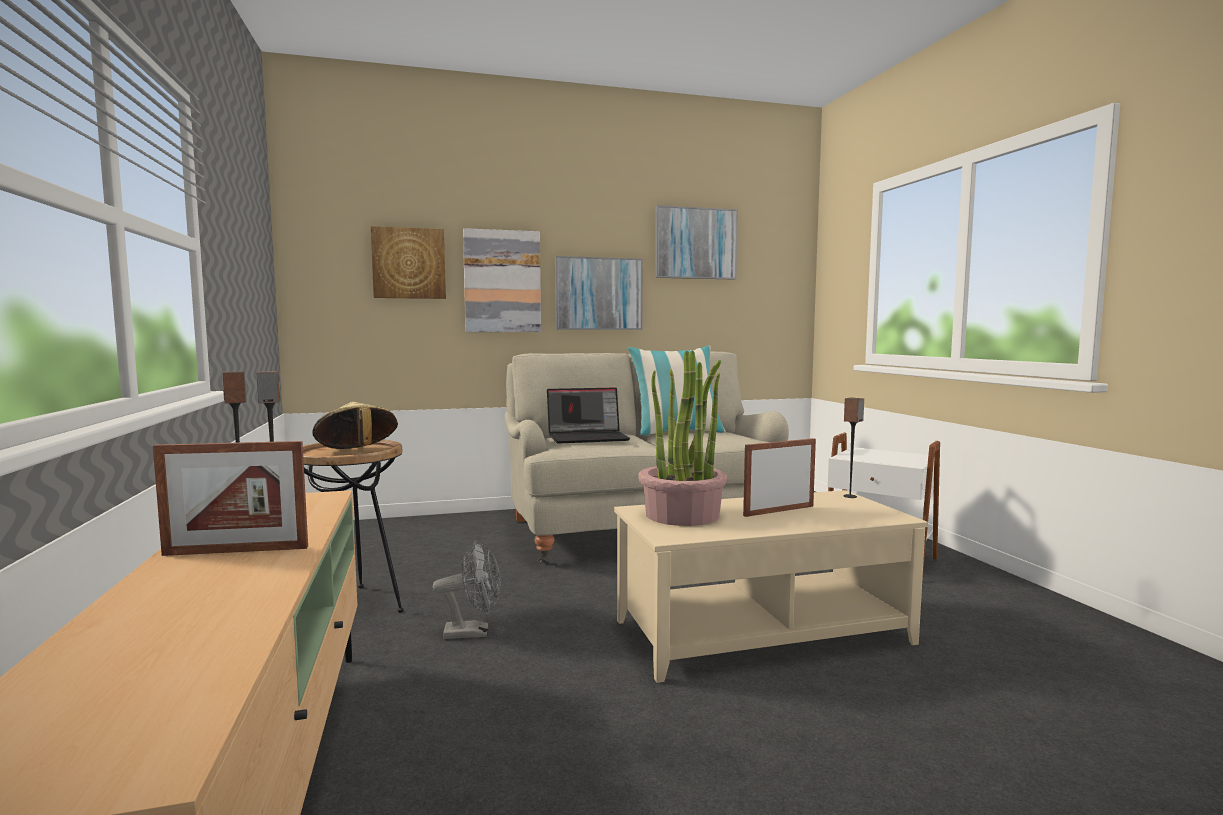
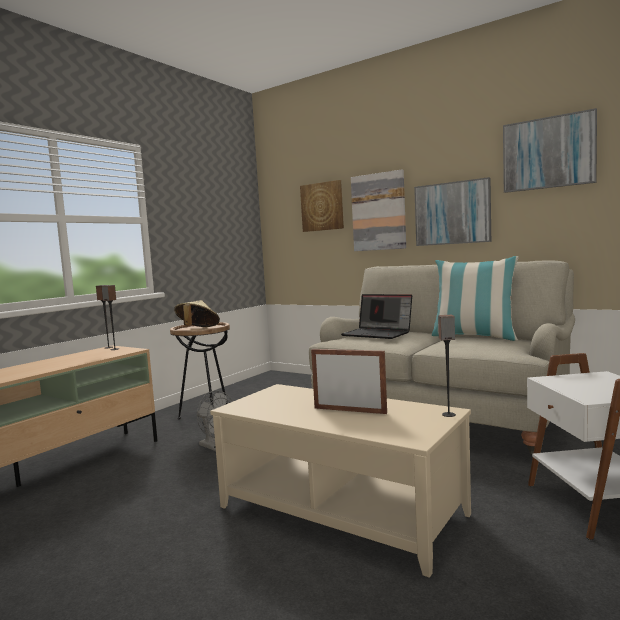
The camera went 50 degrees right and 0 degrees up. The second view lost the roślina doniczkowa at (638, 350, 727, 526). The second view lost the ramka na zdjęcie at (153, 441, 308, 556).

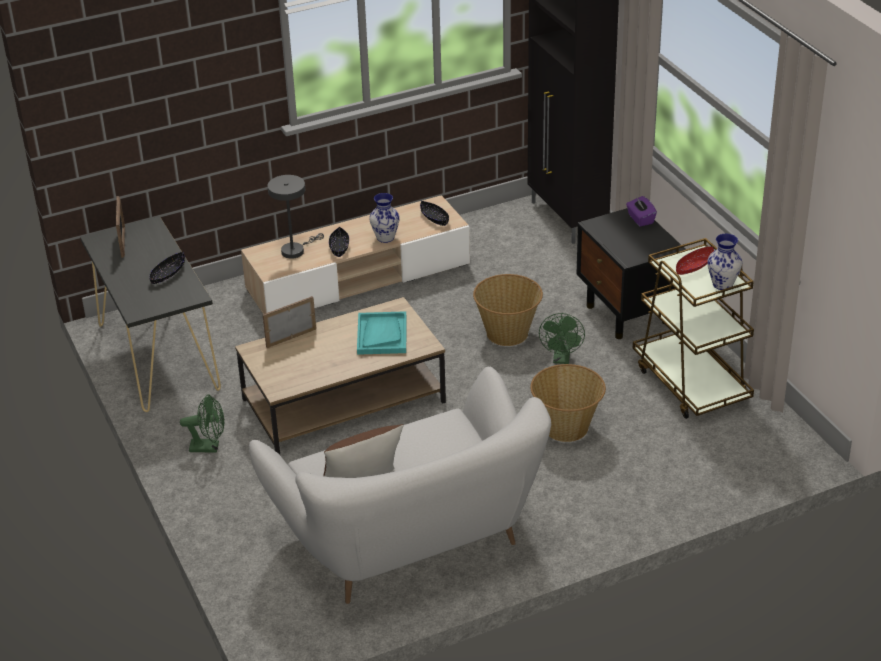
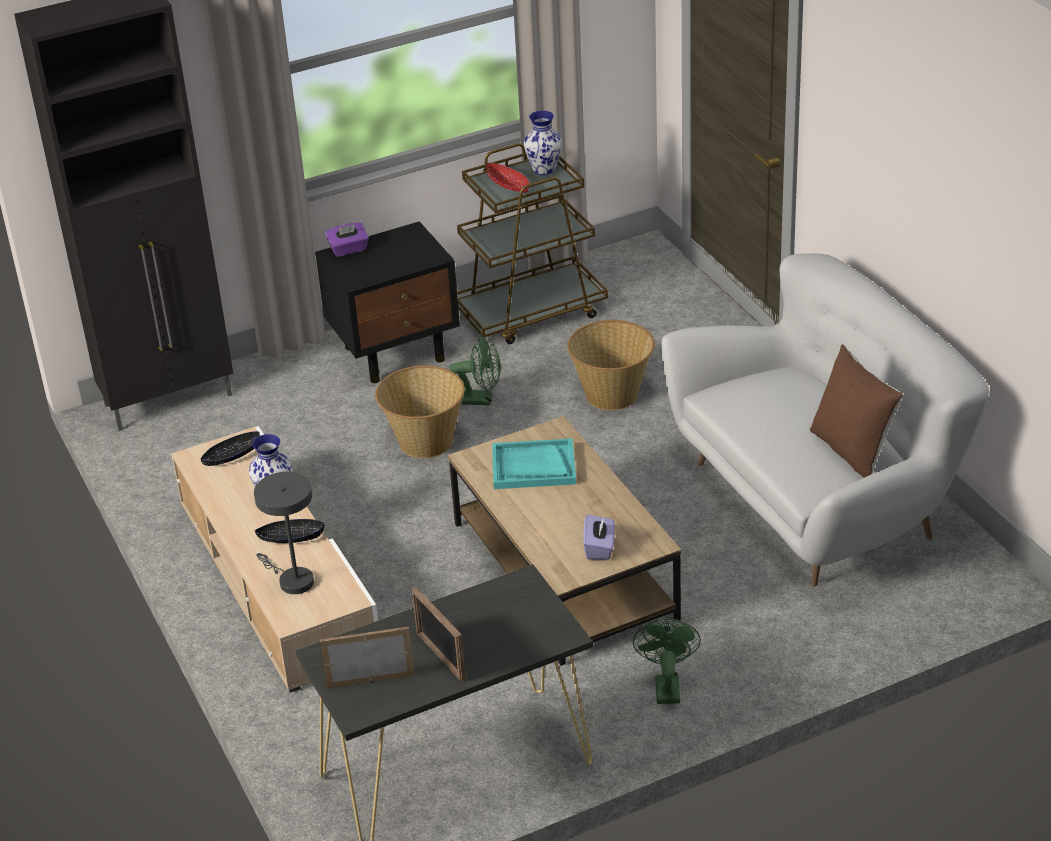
The camera went 90 degrees left and 0 degrees up. The second view lost the miska [czarny] at (149, 252, 185, 284). The ramka na zdjęcie ended up elsewhere, having gone from (263, 296, 316, 348) to (412, 586, 466, 682). The second view gained the pudełko chusteczek [fioletowy] at (583, 514, 615, 560).

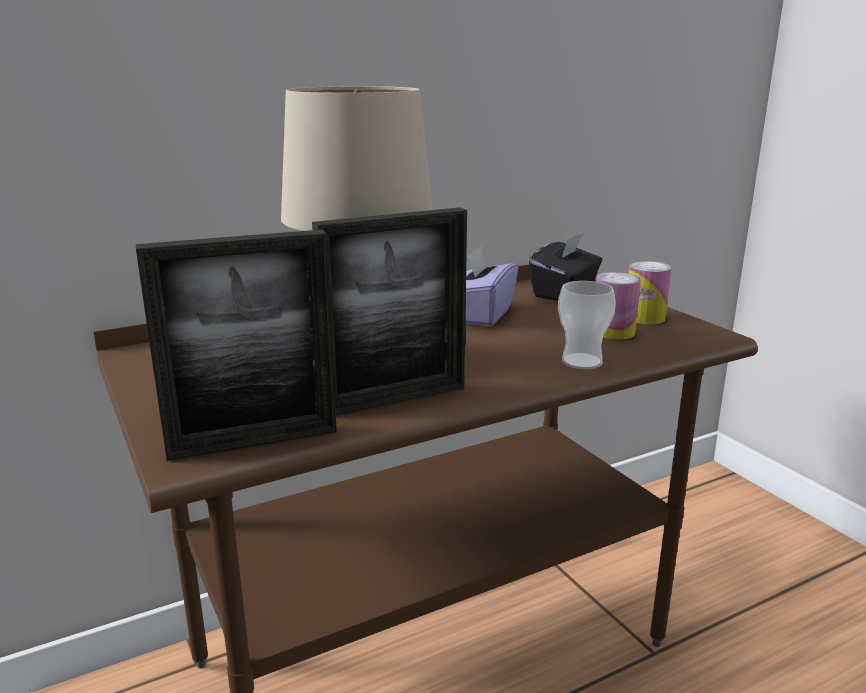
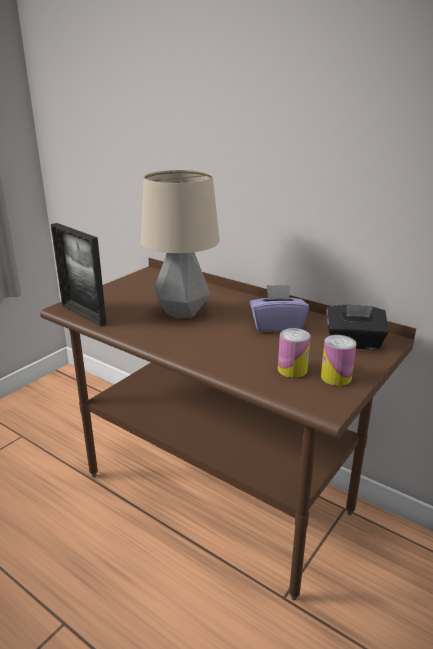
The camera went 65 degrees right and 5 degrees up. The second view lost the ramka na zdjęcie at (312, 207, 467, 416). The second view lost the filiżanka at (558, 281, 616, 369).

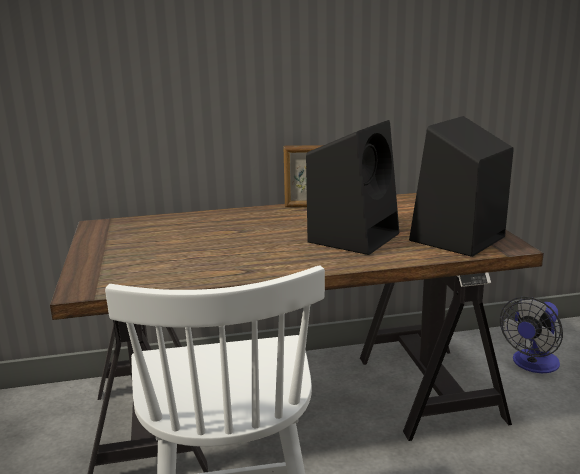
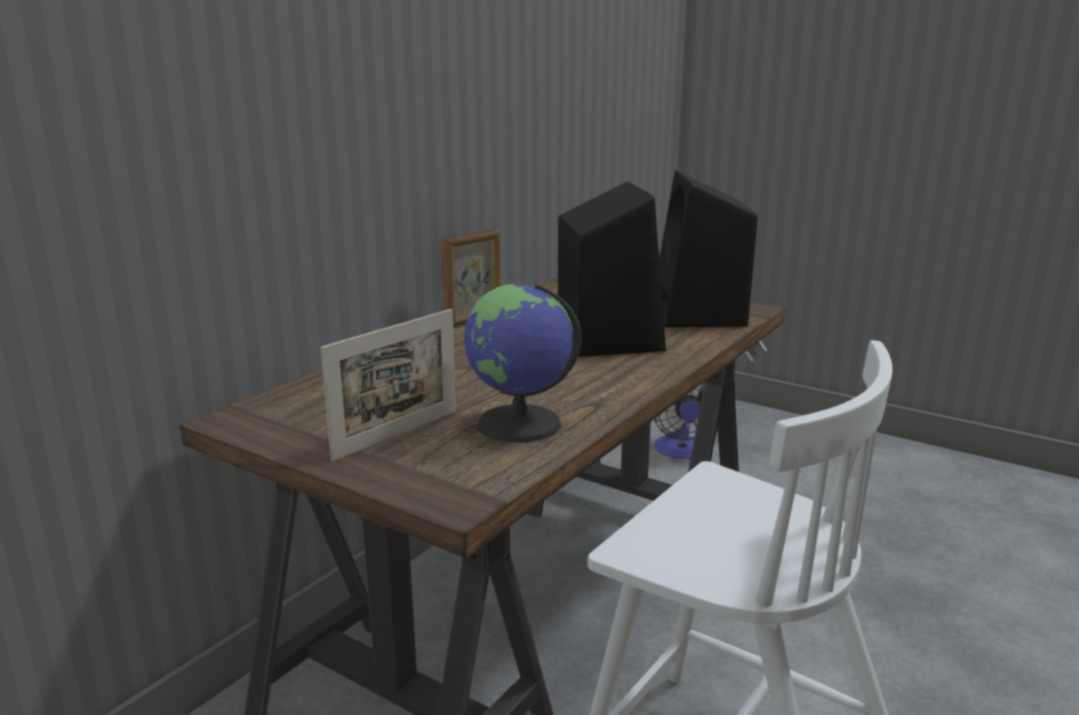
The camera went 45 degrees left and 0 degrees up. The second view gained the globus at (464, 284, 582, 442). The second view gained the ramka na zdjęcie at (321, 309, 456, 461).

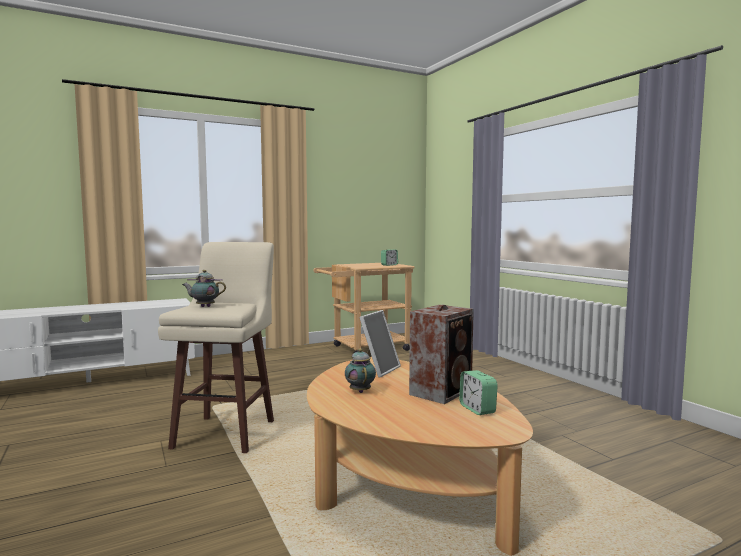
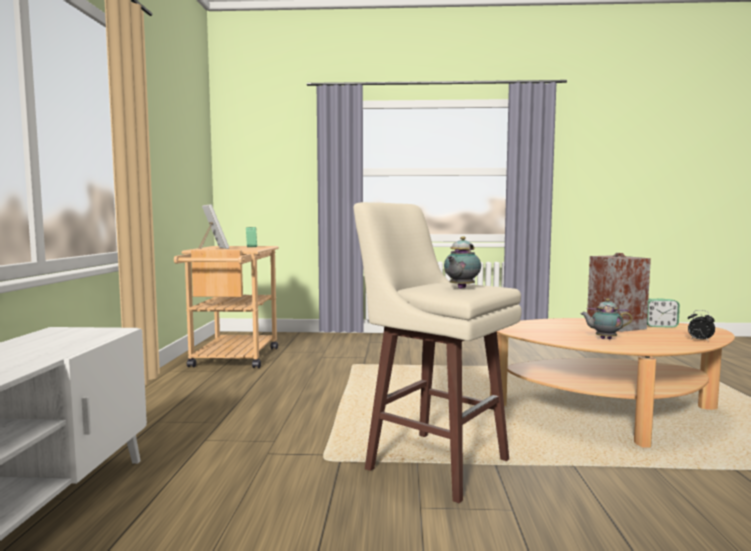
The camera went 60 degrees left and 0 degrees up. The ramka na zdjęcie ended up elsewhere, having gone from (359, 310, 401, 377) to (198, 204, 229, 249). The second view gained the budzik at (688, 310, 715, 342).

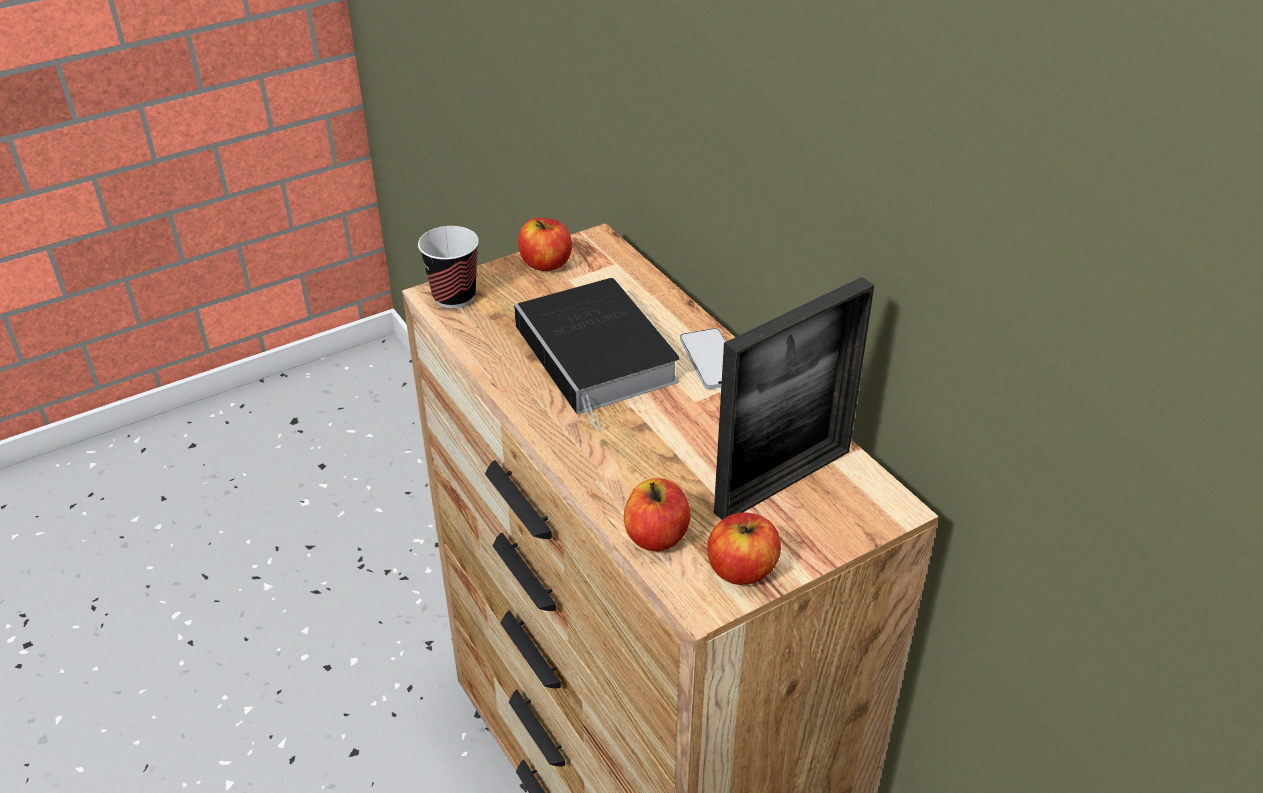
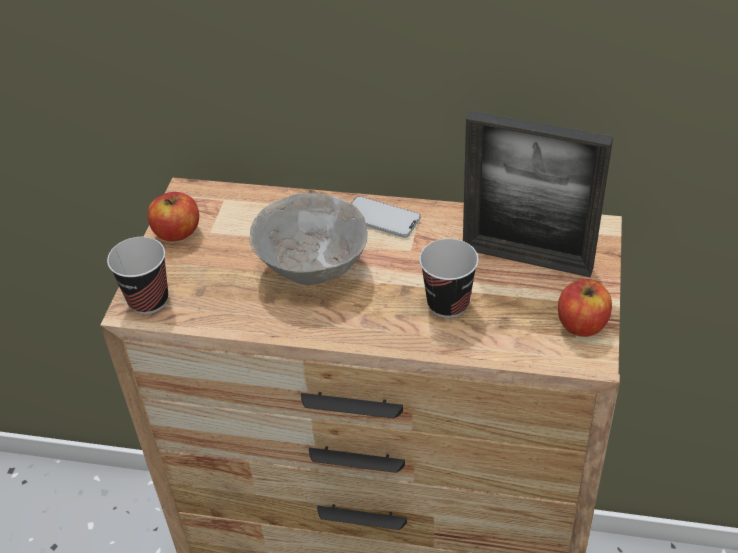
The camera went 45 degrees left and 5 degrees up. The ramka na zdjęcie at (714, 277, 874, 520) ended up facing another way, 105 degrees clockwise from before. Where the książka stood at (514, 278, 680, 430), the miska [szary] came to stand at (249, 193, 368, 285). The second view lost the jabłko at (624, 478, 691, 551). The second view gained the filiżanka at (419, 239, 479, 318).

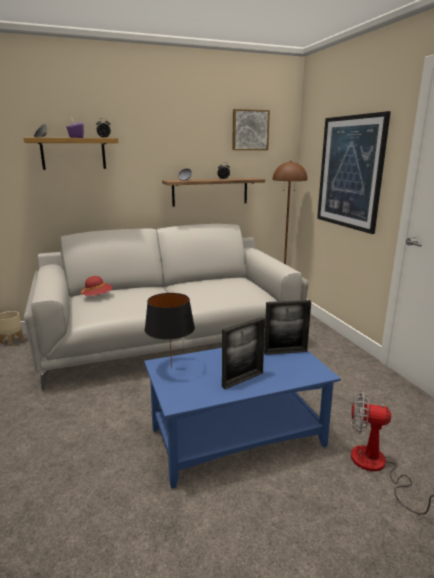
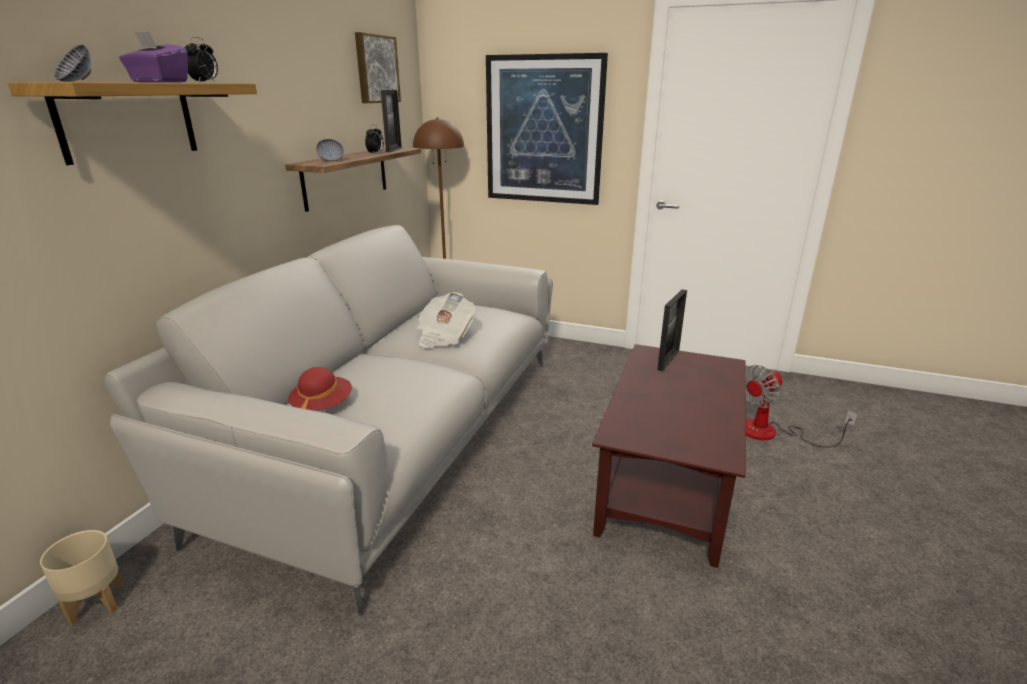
The camera went 50 degrees left and 5 degrees up. The second view lost the lampa stołowa [czarny] at (145, 293, 195, 368). The ramka na zdjęcie ended up elsewhere, having gone from (222, 317, 265, 389) to (381, 90, 402, 152). What was the ława [niebieski] at (144, 348, 341, 489) turned into the ława [brązowy] at (592, 344, 746, 568). The second view gained the gazeta at (417, 292, 477, 348).

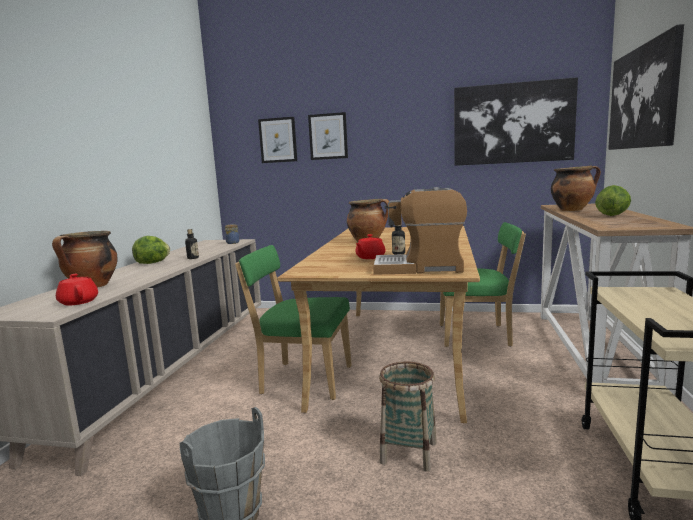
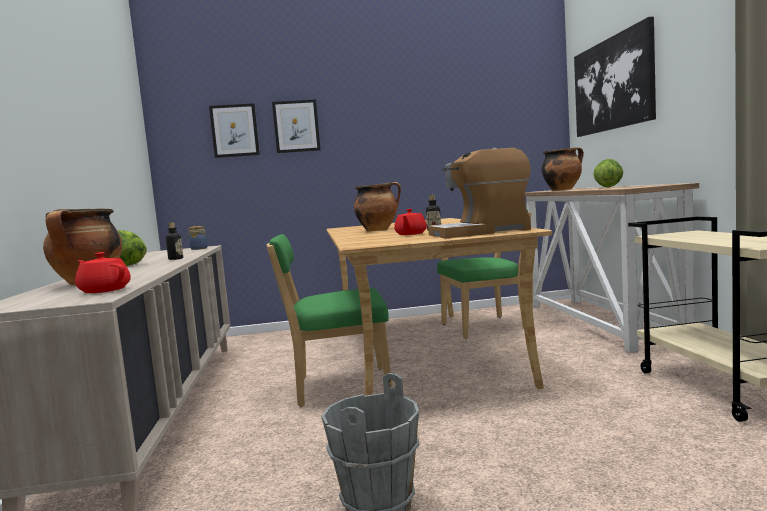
The camera went 20 degrees left and 5 degrees down. The second view lost the obraz at (454, 77, 578, 166). The second view lost the koszyk at (379, 362, 437, 472).

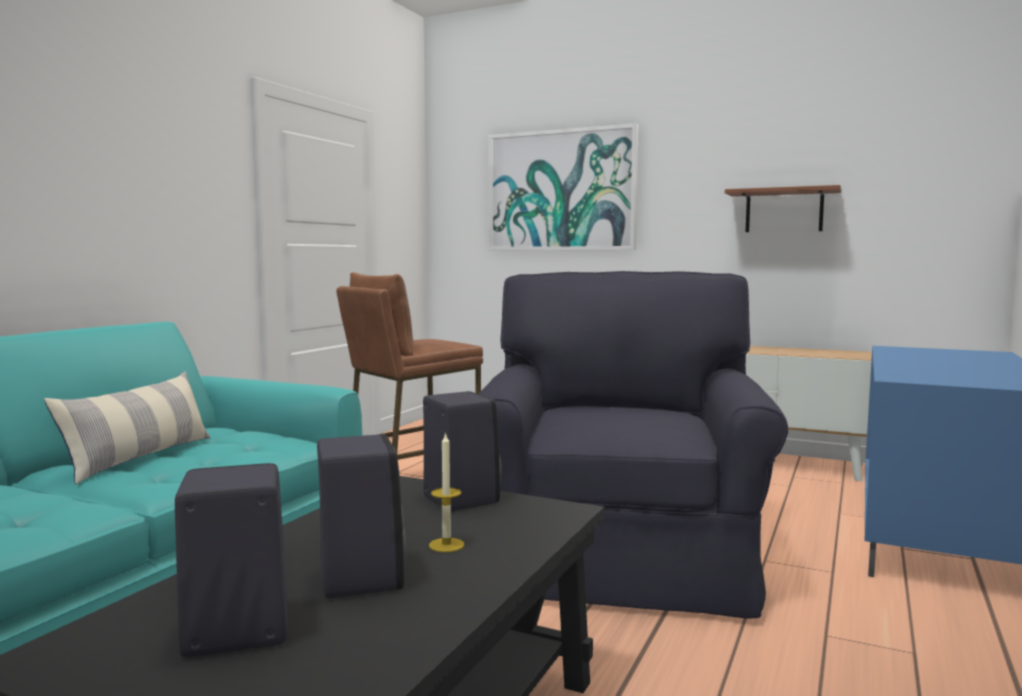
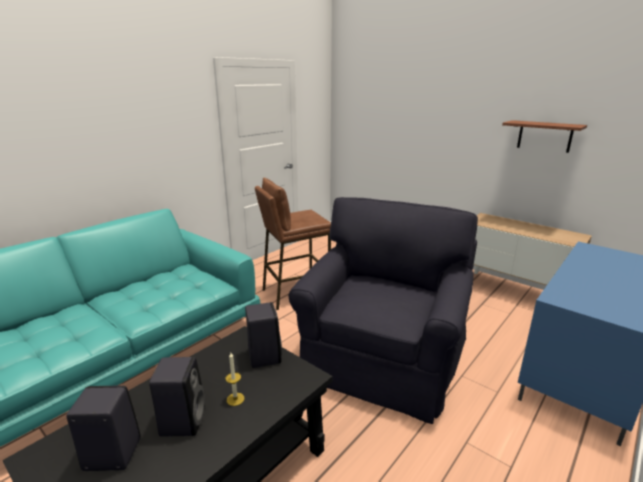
The camera went 15 degrees right and 15 degrees up. The second view lost the obraz at (489, 123, 639, 251). The second view lost the poduszka at (44, 372, 210, 484).

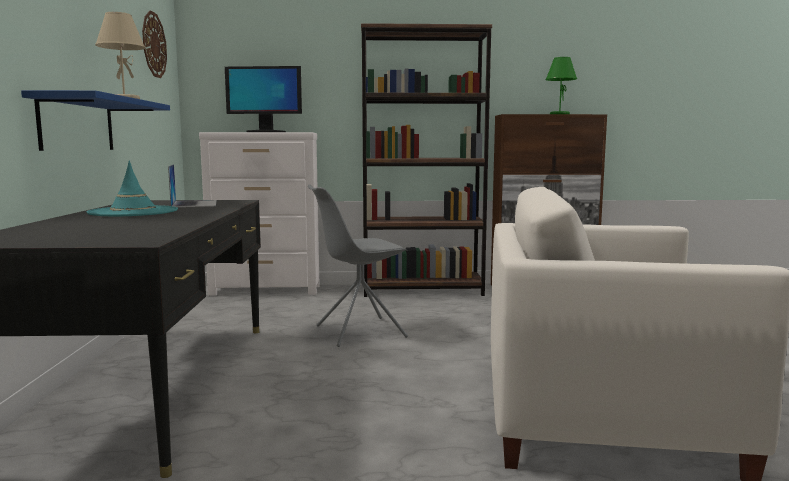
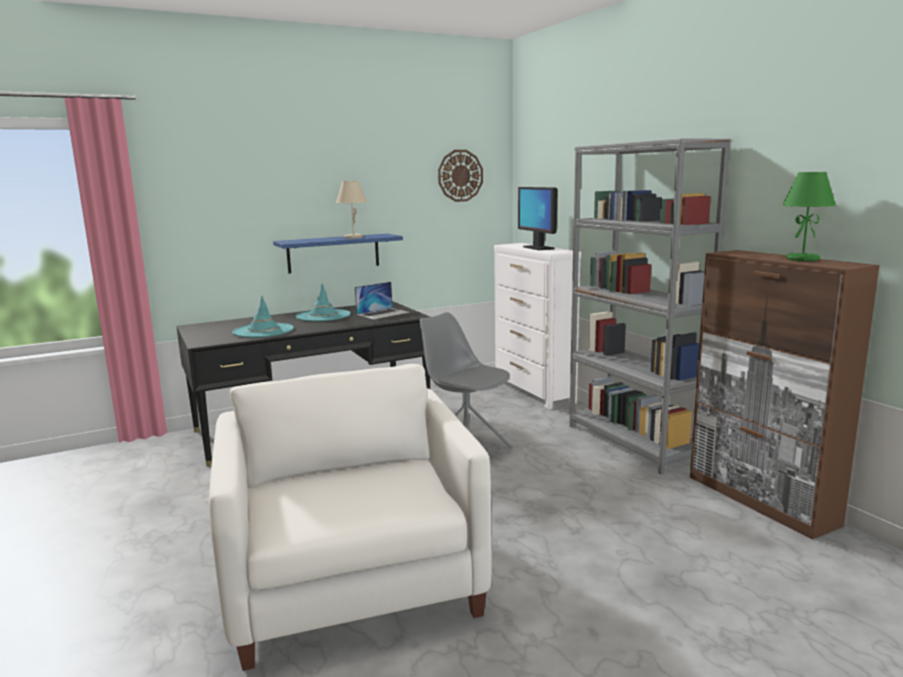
The camera went 65 degrees right and 5 degrees up. What was the regał [brązowy] at (361, 23, 492, 297) turned into the regał [szary] at (569, 139, 731, 474). The second view gained the kapelusz [turkusowy] at (232, 296, 294, 338).

